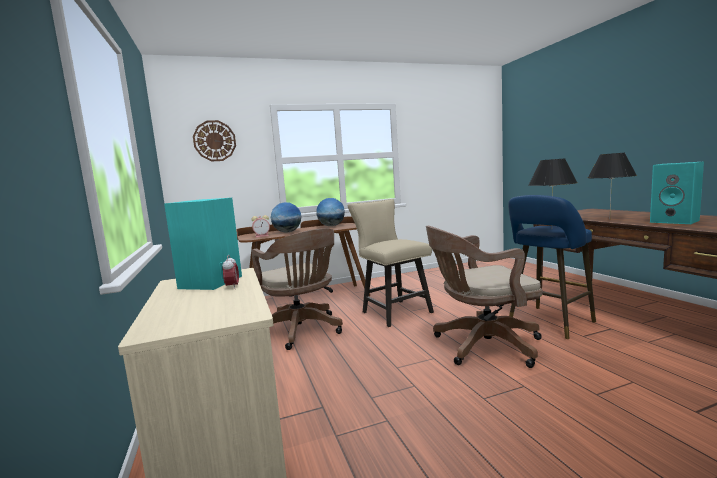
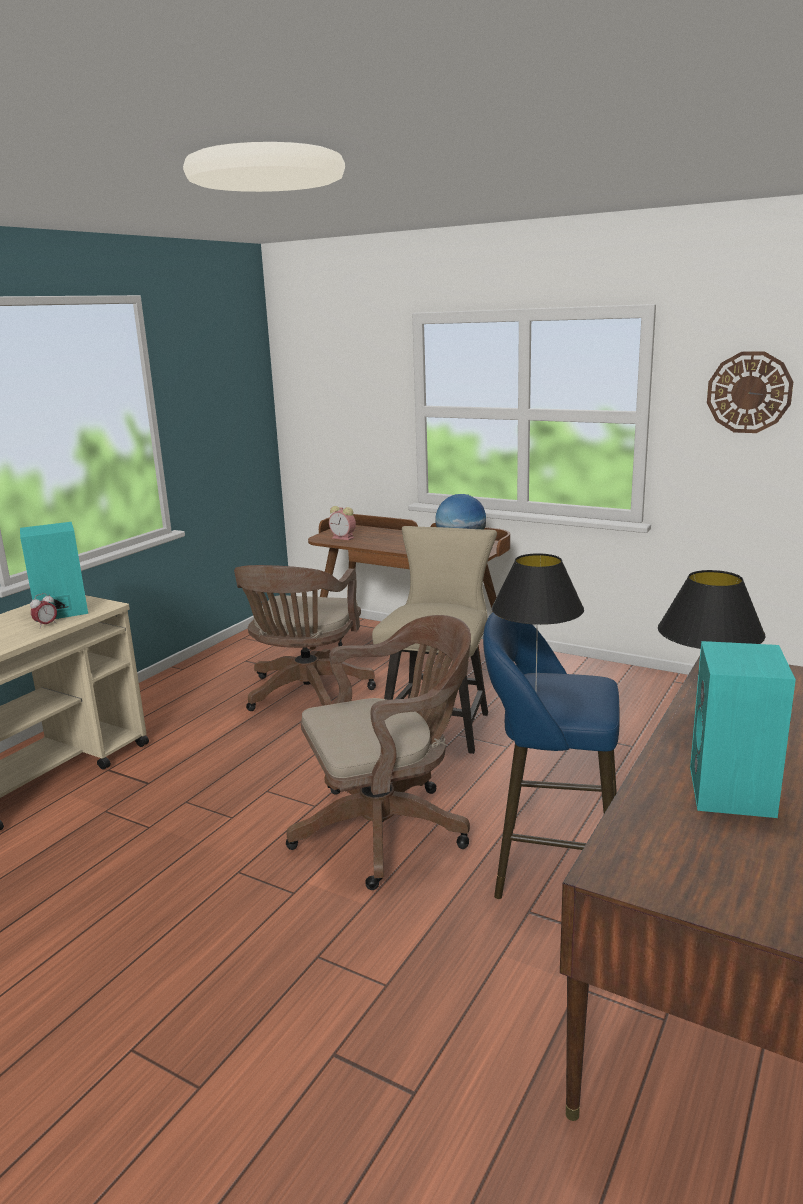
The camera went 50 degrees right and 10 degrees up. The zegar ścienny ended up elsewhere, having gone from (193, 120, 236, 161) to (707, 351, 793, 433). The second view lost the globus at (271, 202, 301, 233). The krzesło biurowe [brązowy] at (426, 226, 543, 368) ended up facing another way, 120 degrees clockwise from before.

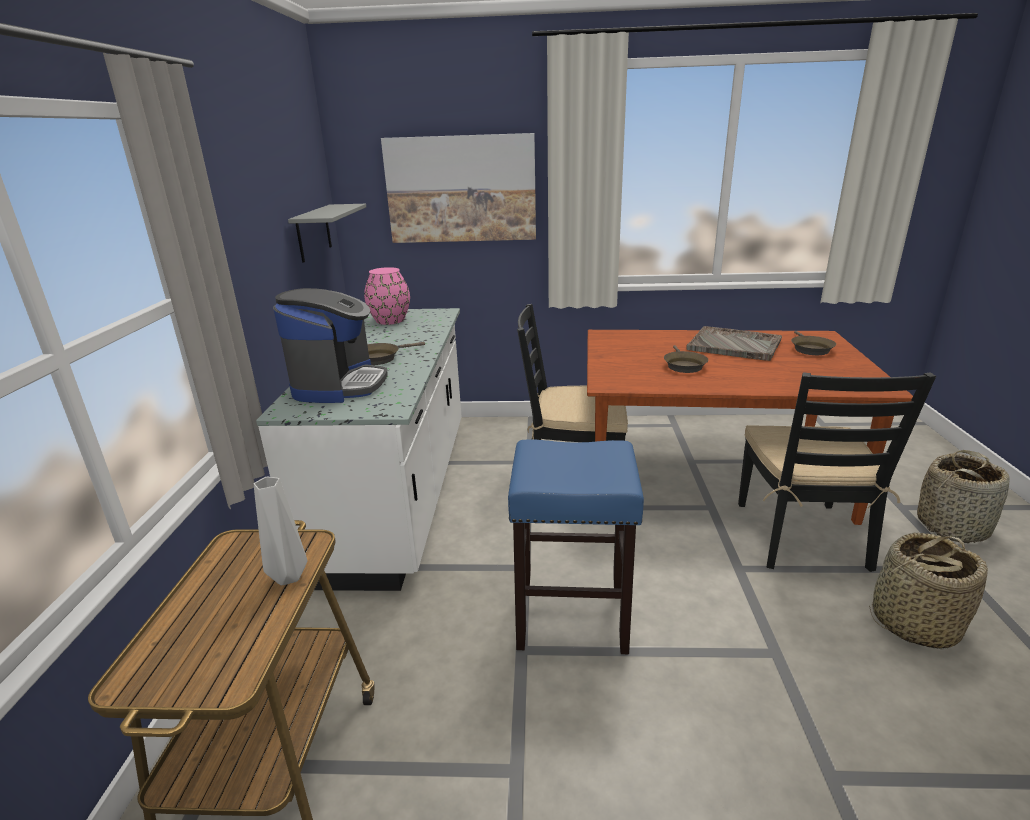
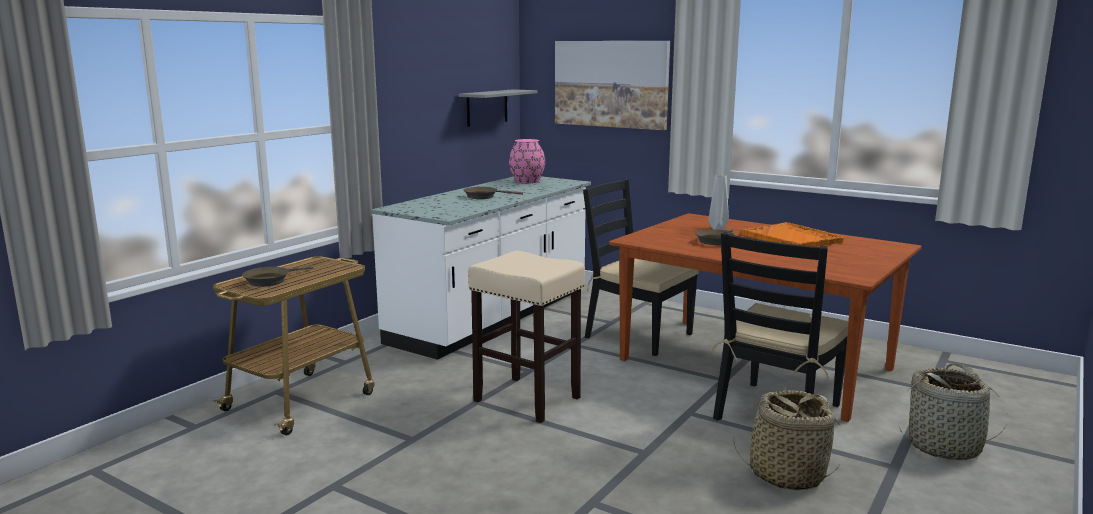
The camera went 30 degrees right and 10 degrees down. The second view lost the ekspres do kawy at (273, 288, 388, 403). What was the taca [szary] at (687, 326, 782, 361) turned into the taca [pomarańczowy] at (742, 222, 844, 247). The patelnia [brązowy] ended up elsewhere, having gone from (791, 331, 836, 355) to (242, 265, 314, 287). What was the stołek [niebieski] at (508, 440, 644, 654) turned into the stołek [beżowy] at (468, 251, 585, 423). The wazon [szary] ended up elsewhere, having gone from (254, 477, 308, 585) to (709, 175, 729, 230).

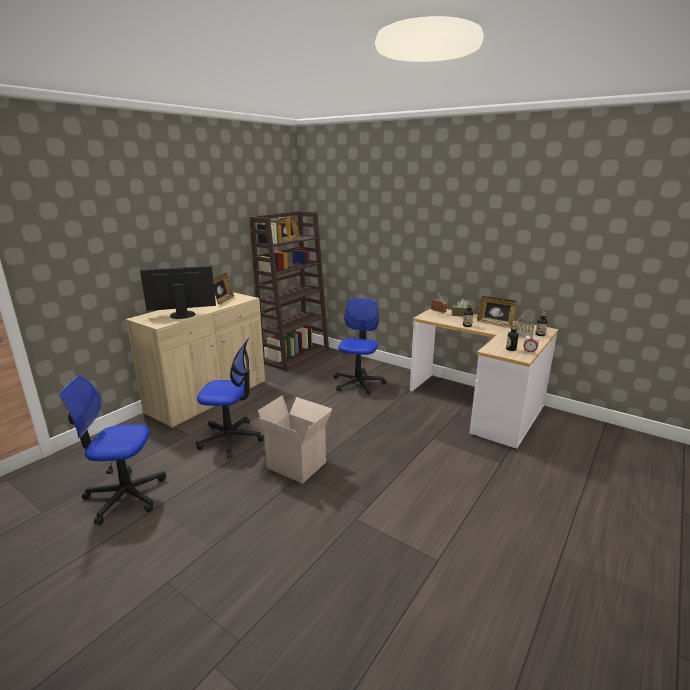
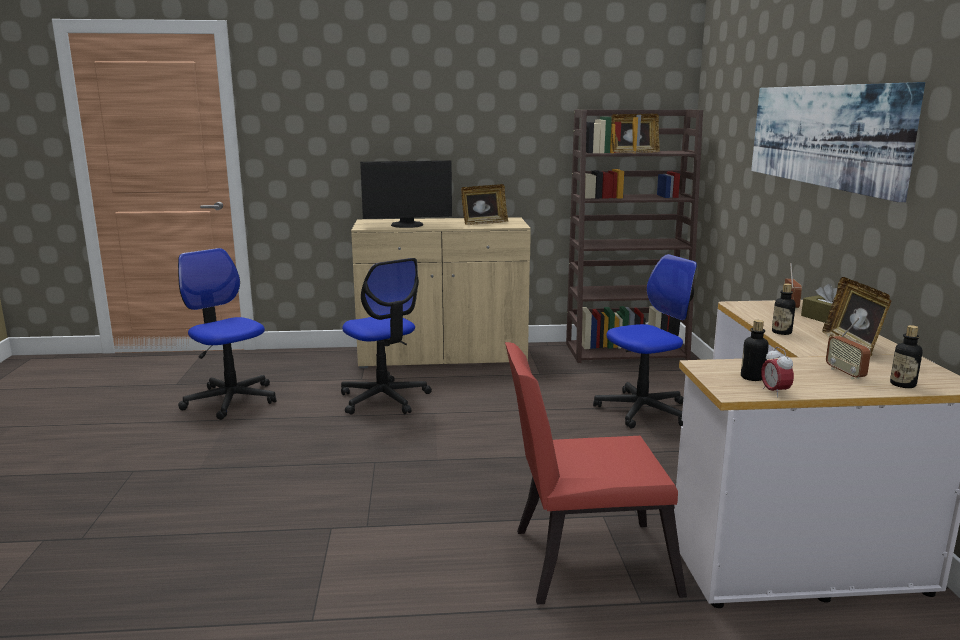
The camera went 50 degrees right and 5 degrees down. The monitor at (140, 266, 216, 319) ended up facing another way, 135 degrees clockwise from before. The second view lost the karton at (258, 395, 332, 484). The second view gained the obraz at (751, 82, 925, 202). The second view gained the krzesło [czerwony] at (505, 342, 687, 605).

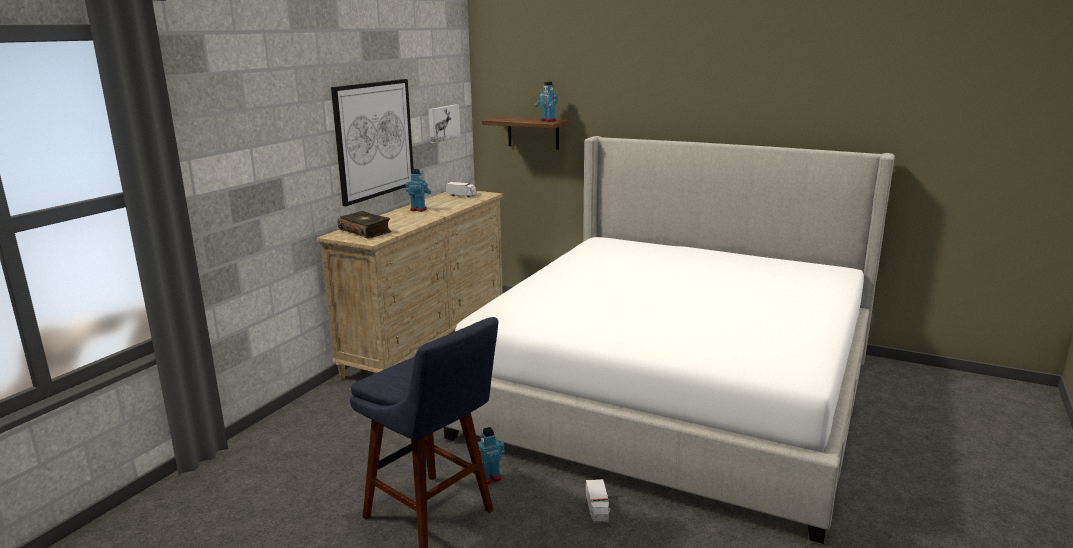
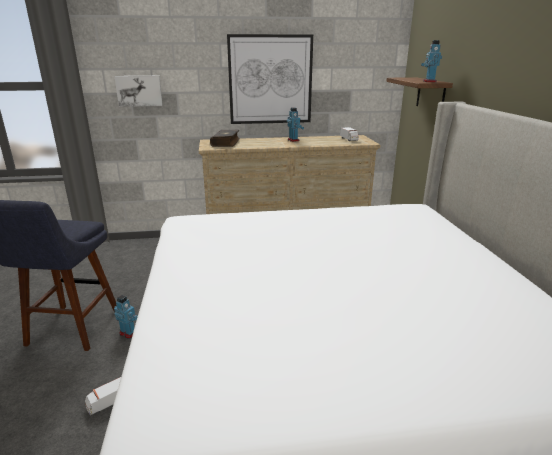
The camera went 55 degrees right and 5 degrees up. The obraz ended up elsewhere, having gone from (428, 104, 461, 143) to (114, 76, 163, 107).

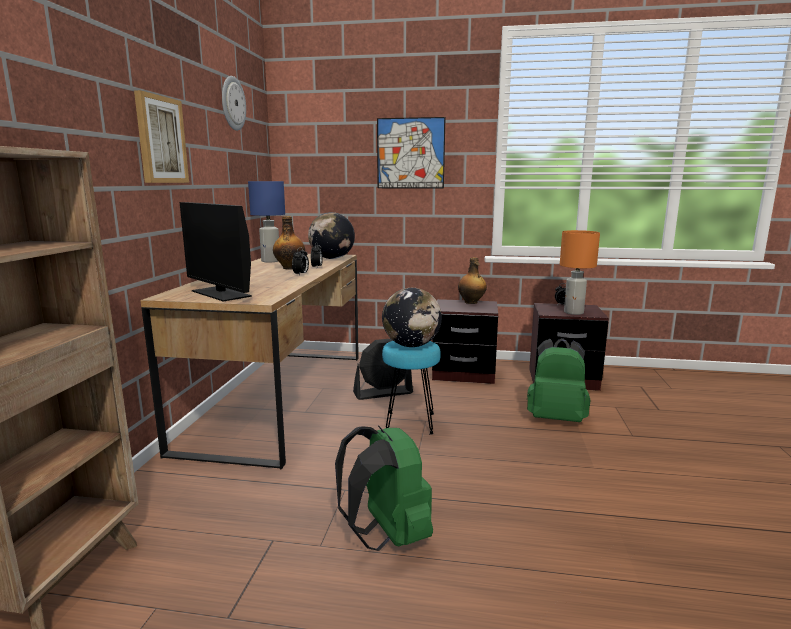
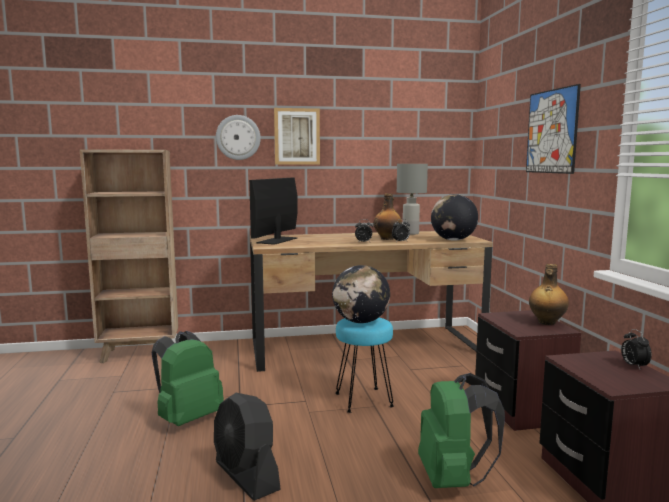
The camera went 70 degrees right and 5 degrees down. The zegar ścienny ended up elsewhere, having gone from (222, 76, 246, 131) to (216, 115, 261, 160). What was the lampa stołowa [niebieski] at (248, 181, 285, 262) turned into the lampa stołowa [szary] at (397, 164, 428, 235). The second view lost the lampa stołowa [pomarańczowy] at (560, 230, 600, 315). The wentylator [czarny] ended up elsewhere, having gone from (353, 339, 413, 400) to (214, 393, 280, 501).

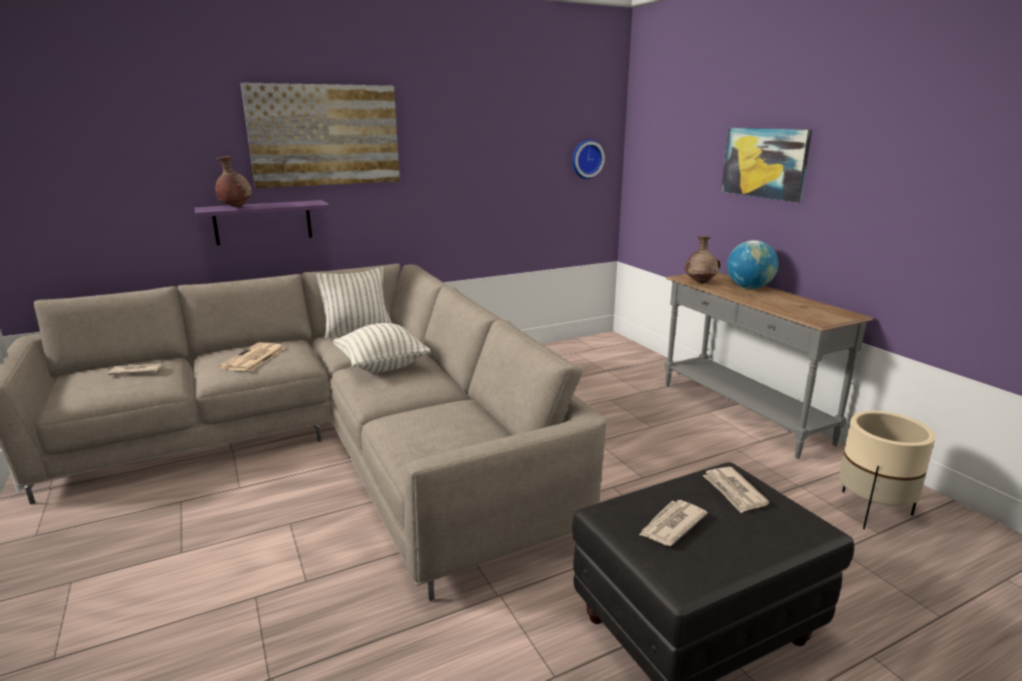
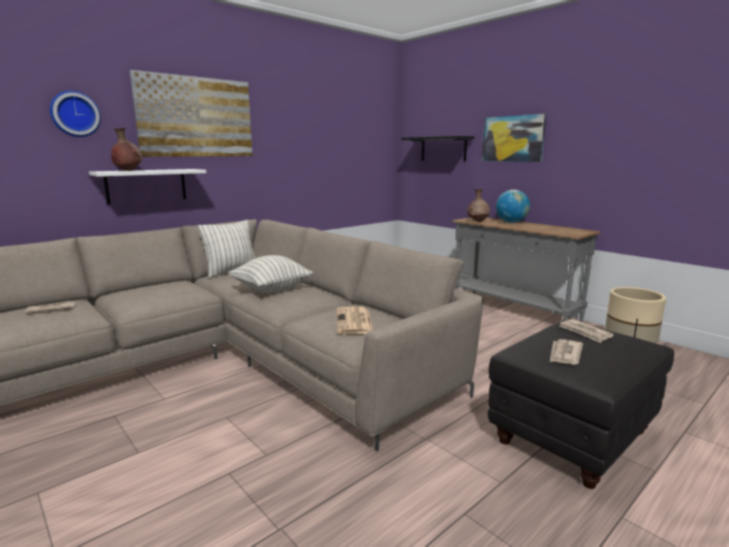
The camera went 15 degrees left and 5 degrees down. The zegar ścienny ended up elsewhere, having gone from (572, 139, 605, 179) to (50, 91, 101, 137). What was the półka [fioletowy] at (194, 200, 330, 245) turned into the półka [biały] at (89, 169, 206, 204). The gazeta ended up elsewhere, having gone from (219, 343, 285, 371) to (337, 307, 373, 334). The second view gained the półka [czarny] at (402, 136, 475, 161).

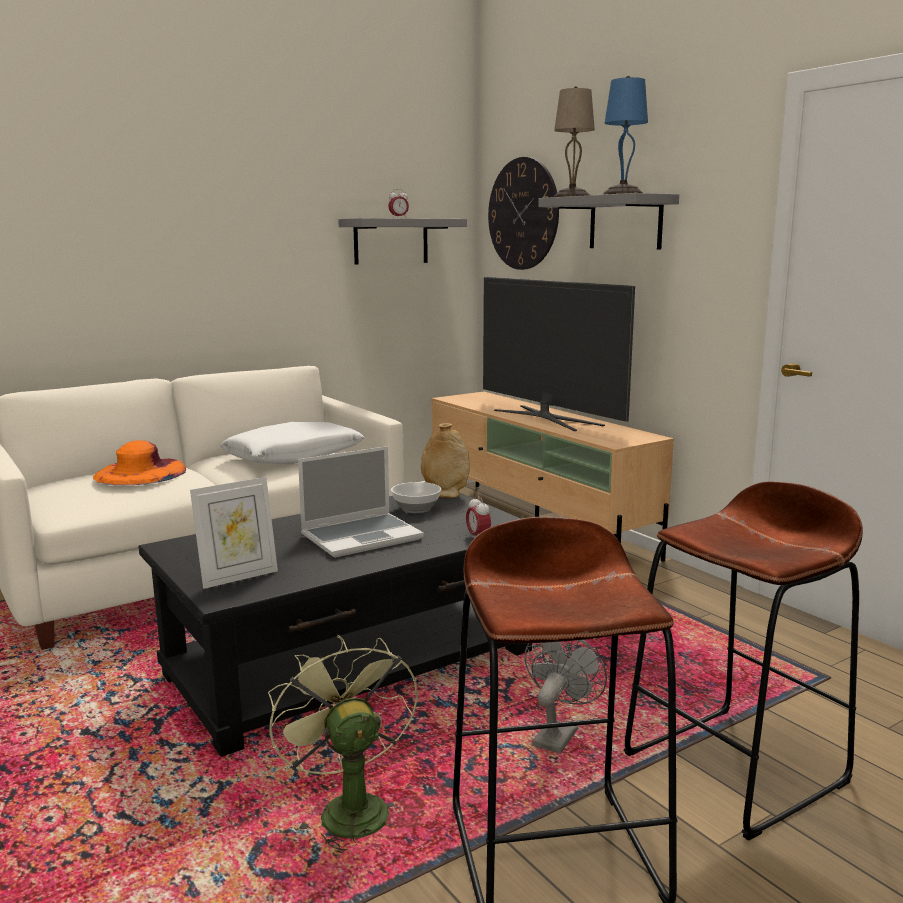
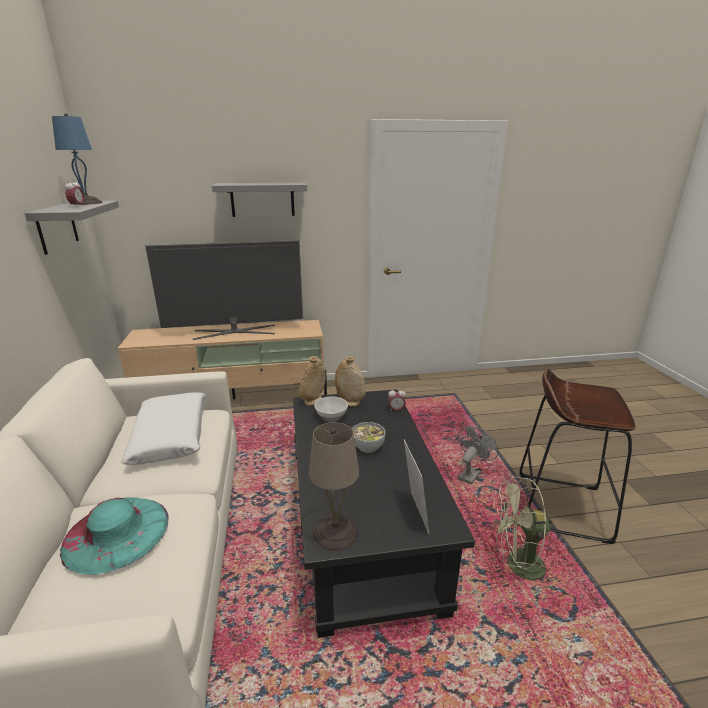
The camera went 65 degrees left and 10 degrees up. The lampa stołowa [niebieski] ended up elsewhere, having gone from (603, 76, 648, 195) to (52, 113, 103, 205). The lampa stołowa [beżowy] ended up elsewhere, having gone from (554, 86, 595, 197) to (309, 422, 359, 551). The second view lost the zegar ścienny at (488, 157, 559, 270). What was the kapelusz [pomarańczowy] at (93, 440, 186, 486) turned into the kapelusz [turkusowy] at (60, 497, 169, 575). Where the laptop stood at (298, 446, 424, 558), the miska came to stand at (352, 422, 385, 453). The second view lost the stołek [brązowy] at (623, 482, 863, 841). The wentylator [szary] at (524, 640, 607, 754) ended up facing another way, 75 degrees clockwise from before. The second view gained the wazon [beżowy] at (335, 357, 366, 407).

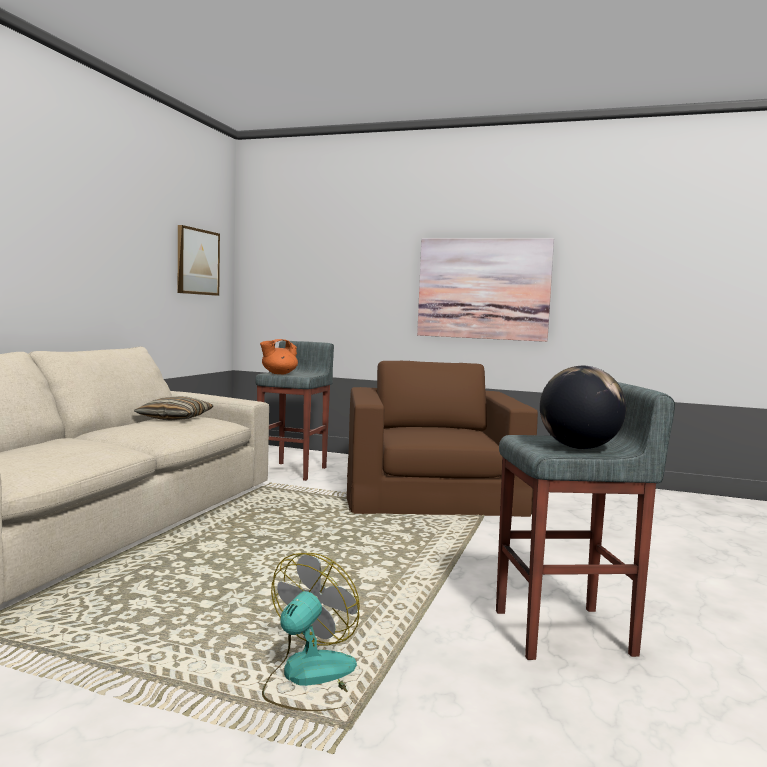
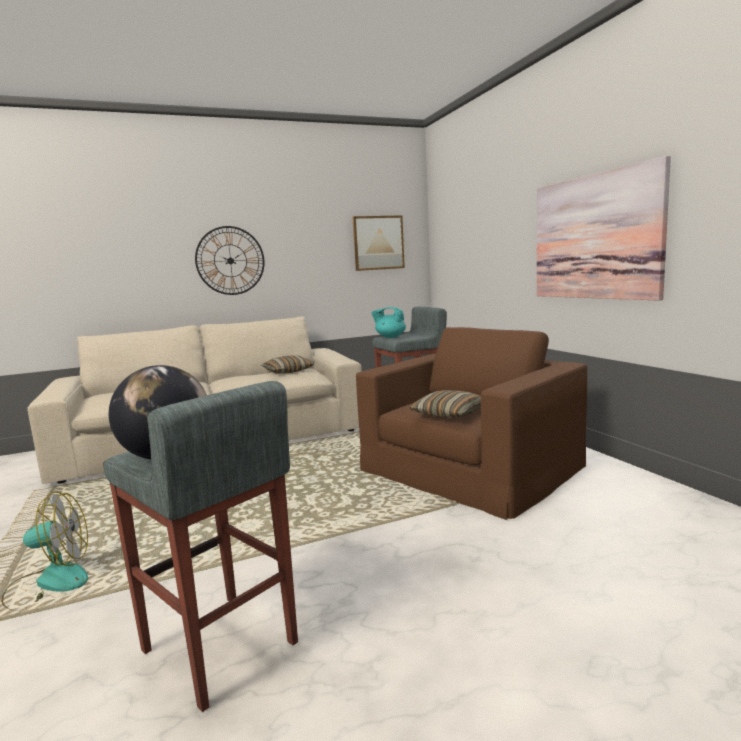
The camera went 50 degrees right and 5 degrees up. What was the imbryk [pomarańczowy] at (260, 339, 298, 374) turned into the imbryk [turkusowy] at (371, 307, 406, 338). The second view gained the zegar ścienny at (195, 226, 265, 295). The second view gained the poduszka at (409, 390, 481, 418).

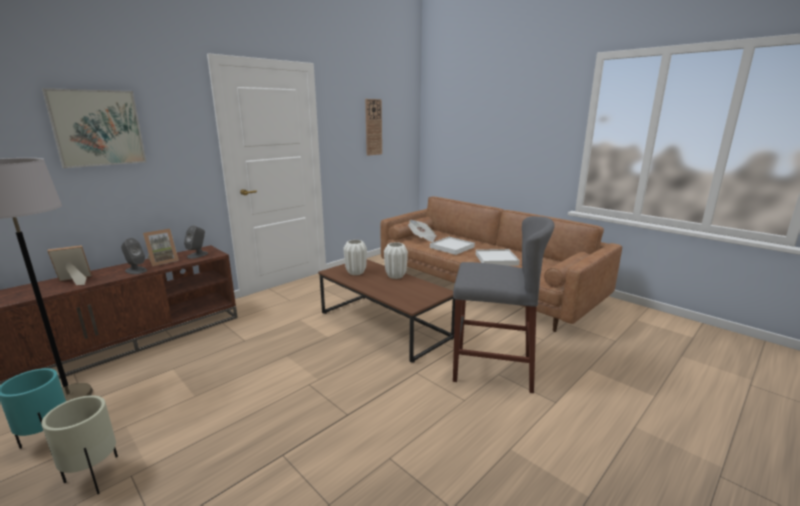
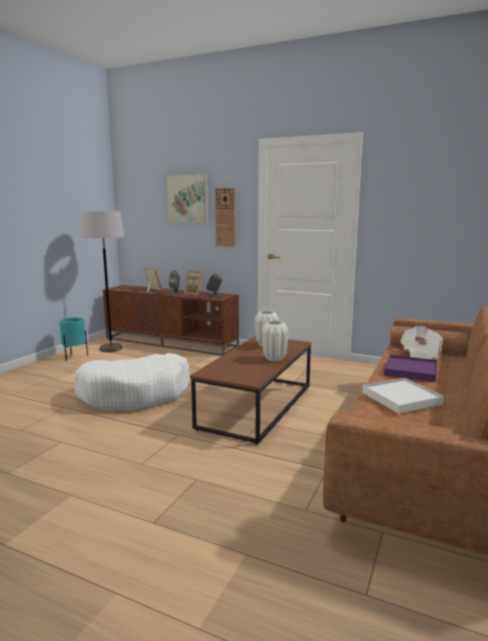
The camera went 70 degrees right and 5 degrees down. The zegar ścienny ended up elsewhere, having gone from (365, 99, 382, 156) to (215, 188, 235, 247). The second view lost the stołek [szary] at (453, 216, 555, 393). What was the taca [biały] at (430, 237, 475, 255) turned into the taca [fioletowy] at (384, 355, 437, 382). The second view lost the donica [beżowy] at (41, 395, 118, 494). The second view gained the legowisko [biały] at (74, 353, 190, 411).

